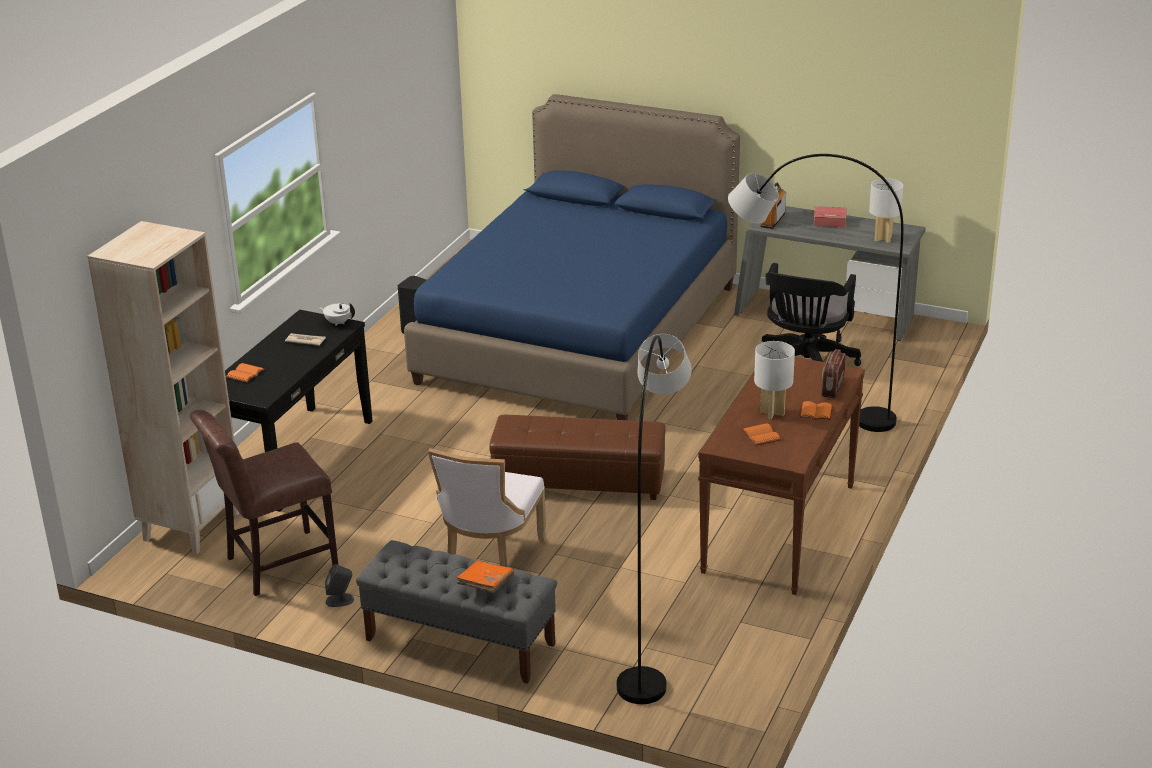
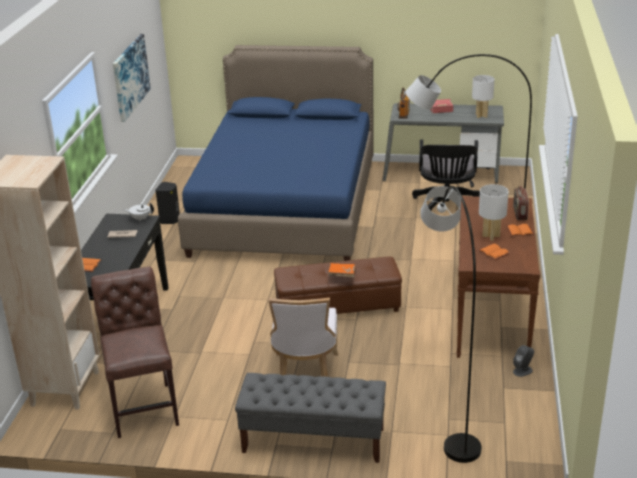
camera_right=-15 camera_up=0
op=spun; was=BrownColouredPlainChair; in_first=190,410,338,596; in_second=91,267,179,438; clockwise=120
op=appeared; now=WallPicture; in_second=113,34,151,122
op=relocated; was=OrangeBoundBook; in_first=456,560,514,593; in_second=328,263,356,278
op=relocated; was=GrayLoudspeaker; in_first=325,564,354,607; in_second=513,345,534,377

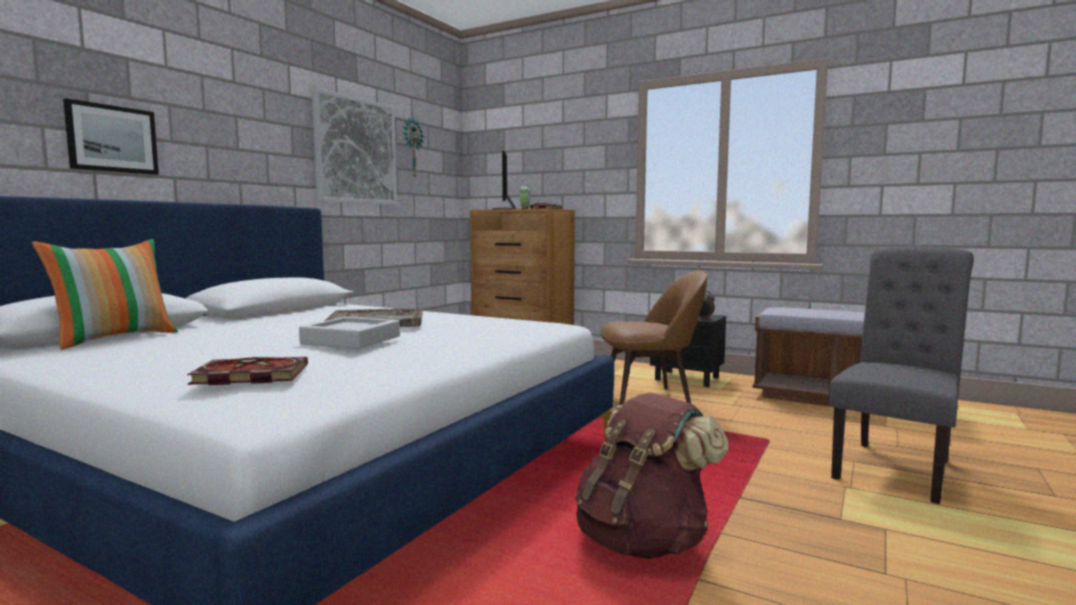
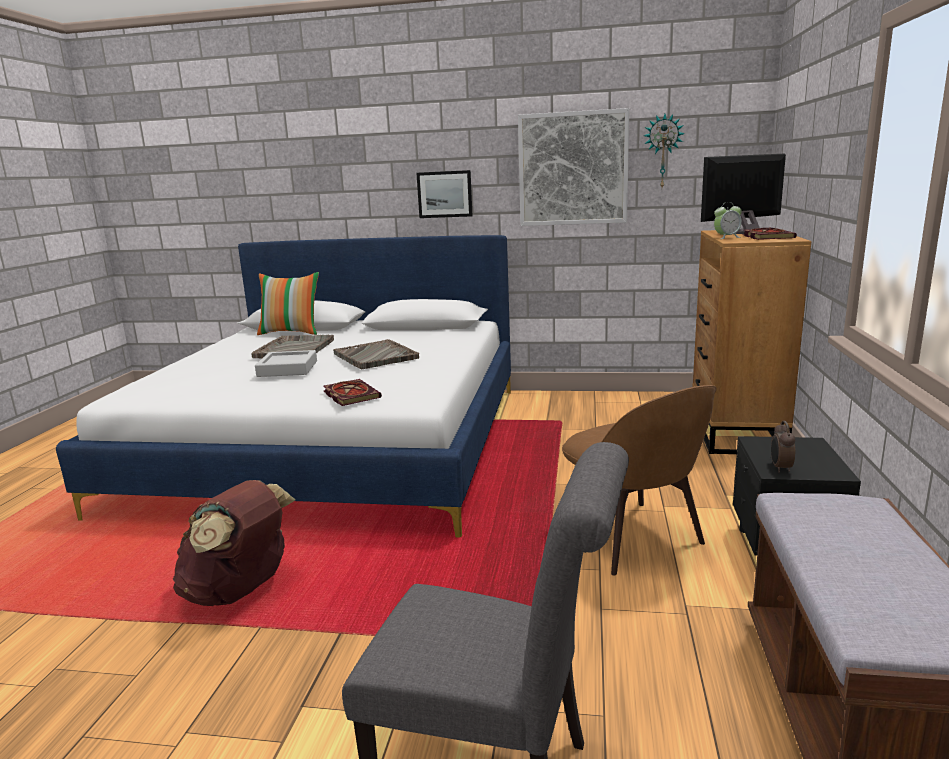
camera_right=70 camera_up=10
op=appeared; now=GrayCarryingTray; in_second=251,335,334,358
op=relocated; was=BoundBook; in_first=187,357,308,385; in_second=323,379,382,406
op=relocated; was=WallPicture; in_first=63,98,159,175; in_second=416,170,473,218

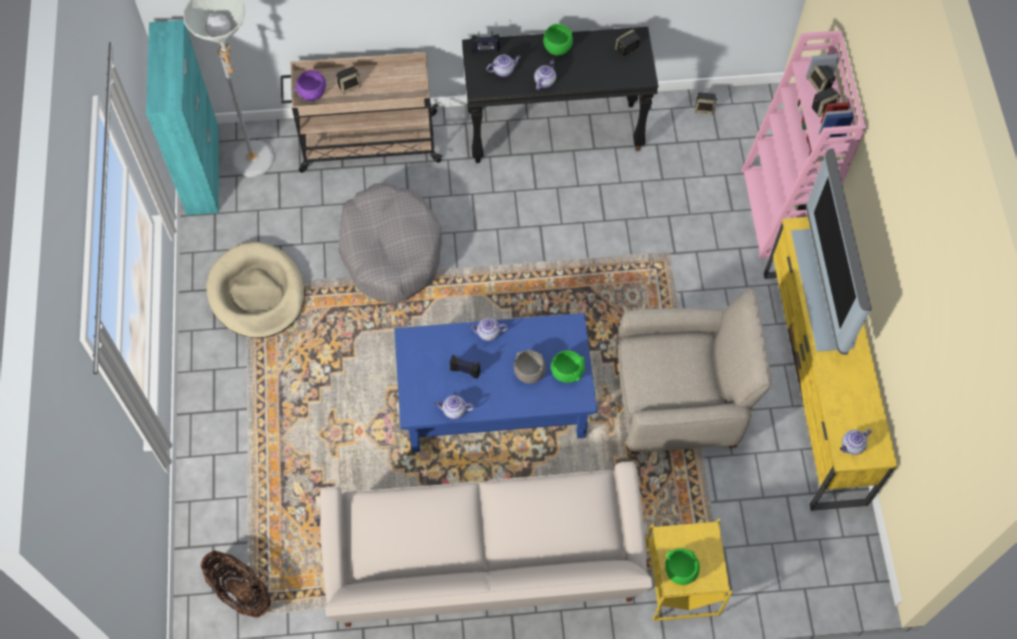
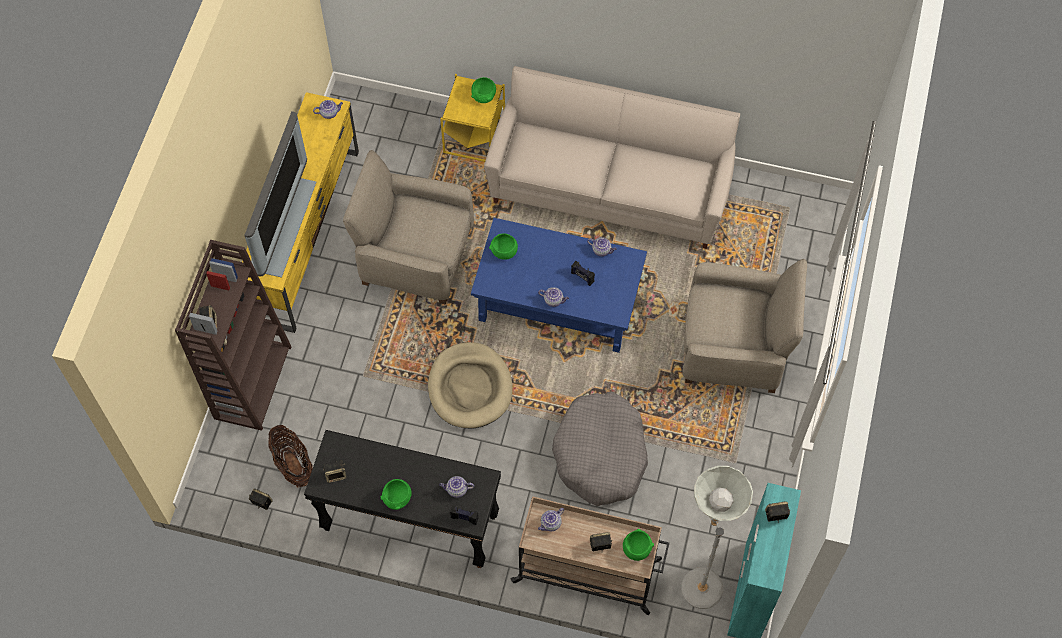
camera_right=-160 camera_up=0
op=colour; was=PinkColouredBookcase; now=BrownColouredBookcase; in_first=741,30,866,258; in_second=175,240,291,431
op=relocated; was=HouseholdBasket; in_first=201,550,271,618; in_second=268,425,312,488
op=relocated; was=BeigeDogCushion; in_first=207,242,305,338; in_second=428,342,513,429
op=relocated; was=Teapot; in_first=534,59,556,90; in_second=538,508,564,531
op=colour; was=PurplishServingBowl; now=GreenServingBowl; in_first=295,70,326,101; in_second=623,529,654,561
op=appeared; now=BeigeLoungeChair; in_second=682,259,807,393
op=relocated; was=Loudspeaker; in_first=812,87,840,117; in_second=765,502,790,523
op=missing; was=GrayServingBowl; in_first=514,350,546,384

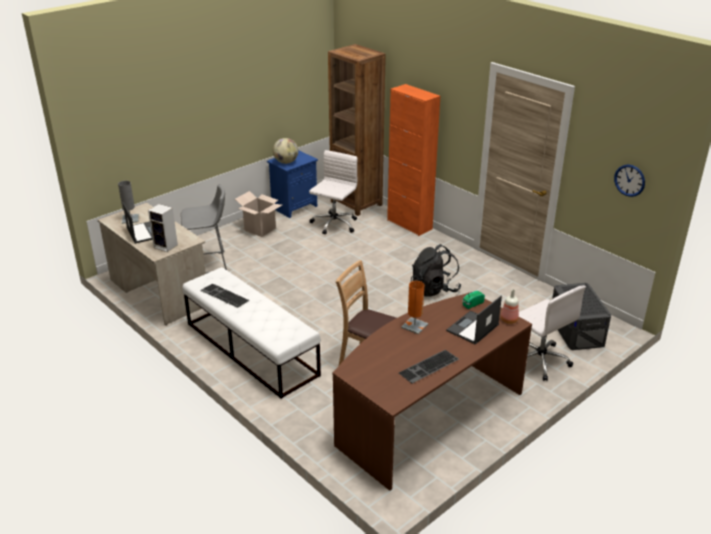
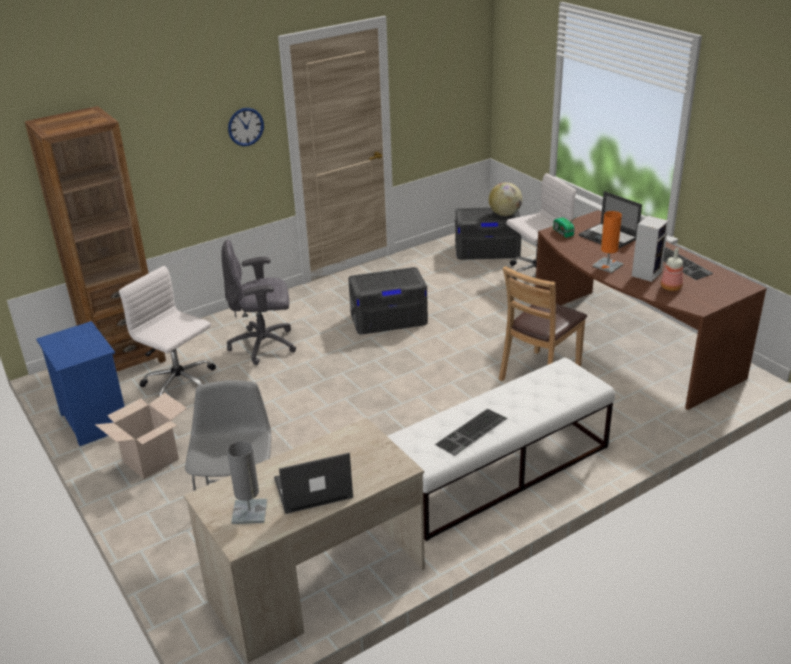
camera_right=-80 camera_up=0
op=appeared; now=GrayOfficeChair; in_second=221,240,296,365
op=relocated; was=HangingClock; in_first=614,164,645,197; in_second=228,108,264,146
op=exchanged; was=BlackKnapsack; now=GrayStorageContainer; in_first=411,244,461,296; in_second=348,267,428,335
op=relocated; was=Globe; in_first=273,138,298,164; in_second=489,182,522,216
op=relocated; was=Loudspeaker; in_first=148,204,178,252; in_second=632,216,669,282
op=relocated; was=BeverageBottle; in_first=501,289,519,324; in_second=661,248,683,291
op=missing; was=OrangeCabinet; in_first=387,84,440,236

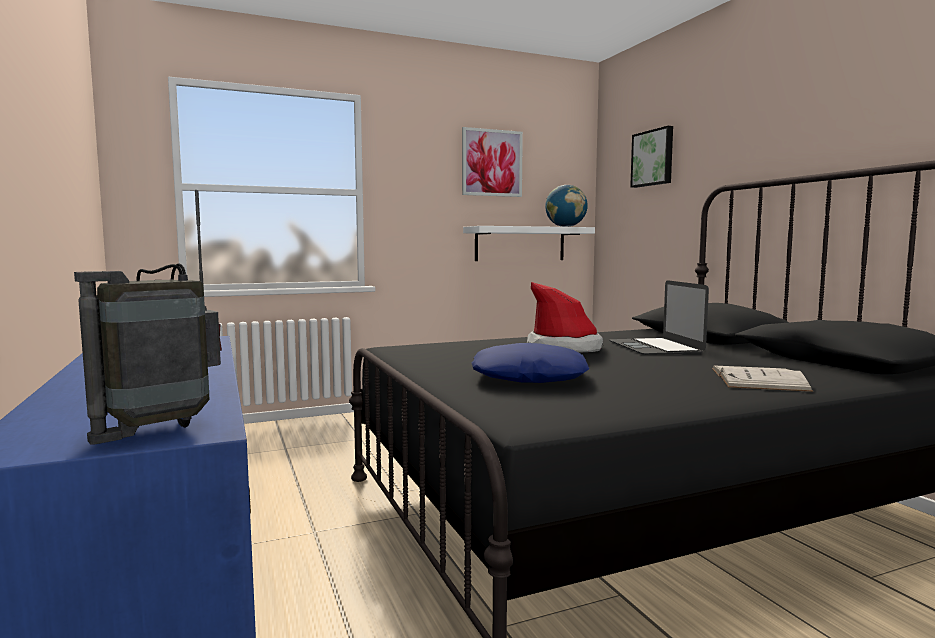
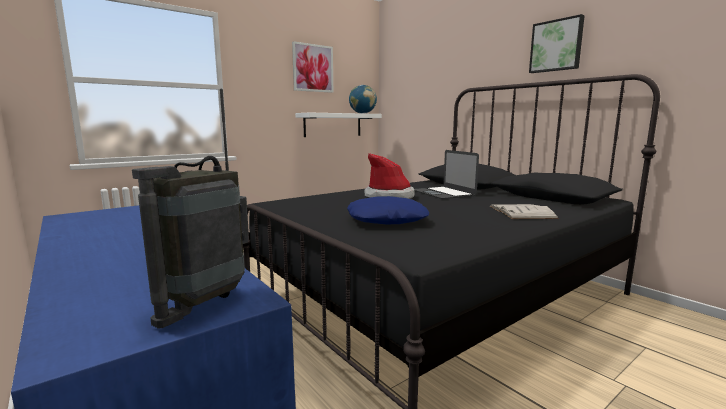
camera_right=-15 camera_up=5
op=relocated; was=WallPicture; in_first=630,126,673,188; in_second=529,14,585,73

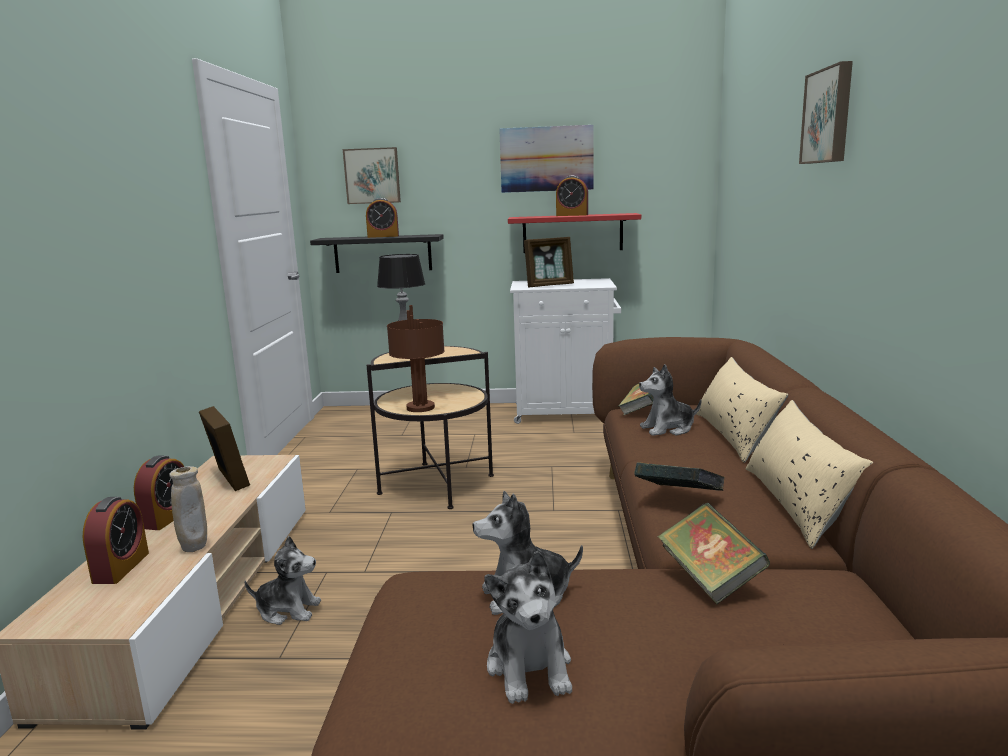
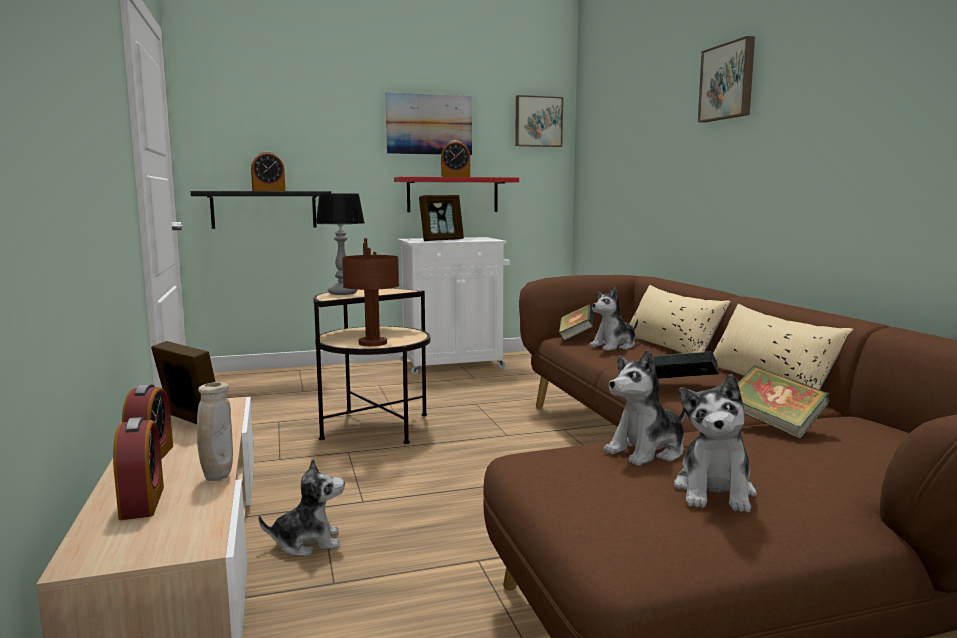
camera_right=-20 camera_up=-5
op=relocated; was=WallPicture; in_first=343,147,401,204; in_second=515,95,563,147
op=spun; was=CuddlyToy; in_first=484,551,572,704; in_second=674,374,757,513; clockwise=45

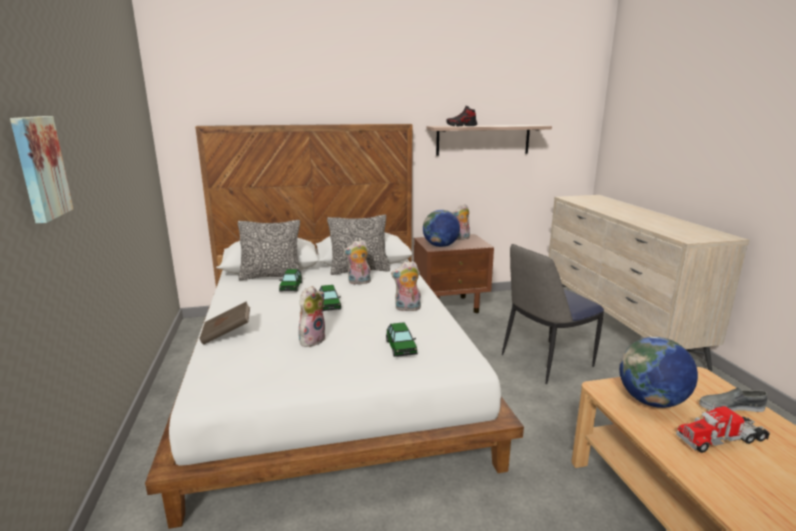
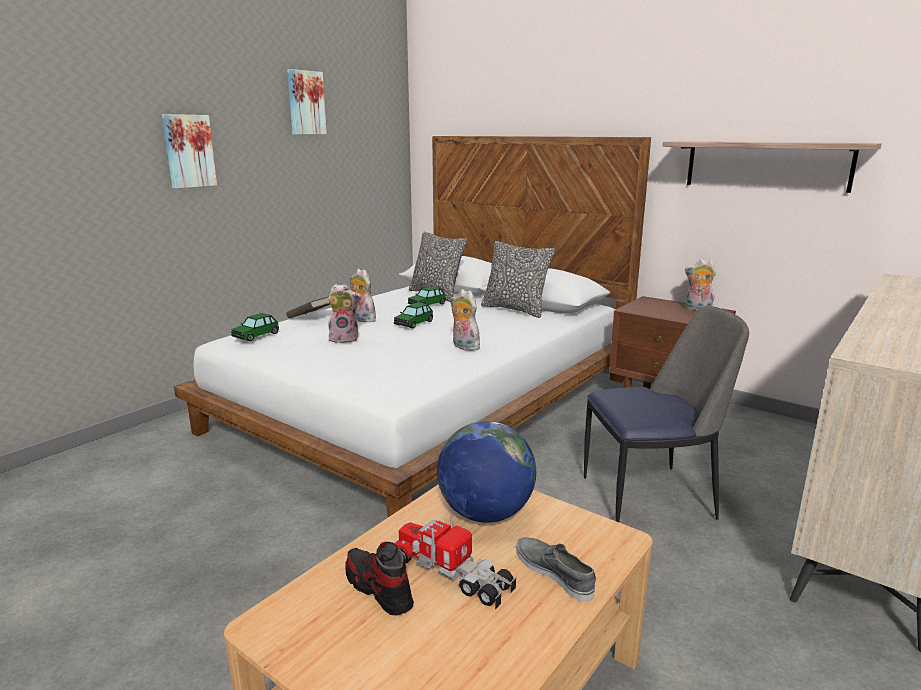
camera_right=50 camera_up=0
op=relocated; was=ModelCar; in_first=386,322,418,357; in_second=231,313,279,341
op=appeared; now=WallPicture; in_second=287,69,327,135
op=relocated; was=LowShoe; in_first=446,106,477,126; in_second=346,541,414,615
op=relocated; was=CuddlyToy; in_first=343,240,371,284; in_second=350,269,376,322
op=spun; was=PlainChair; in_first=502,244,604,384; in_second=584,306,749,522; clockwise=150
op=missing; was=Globe; in_first=423,210,460,247

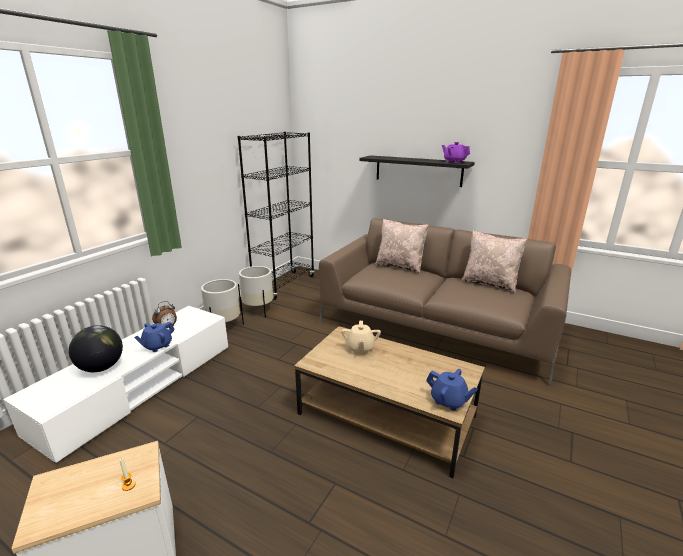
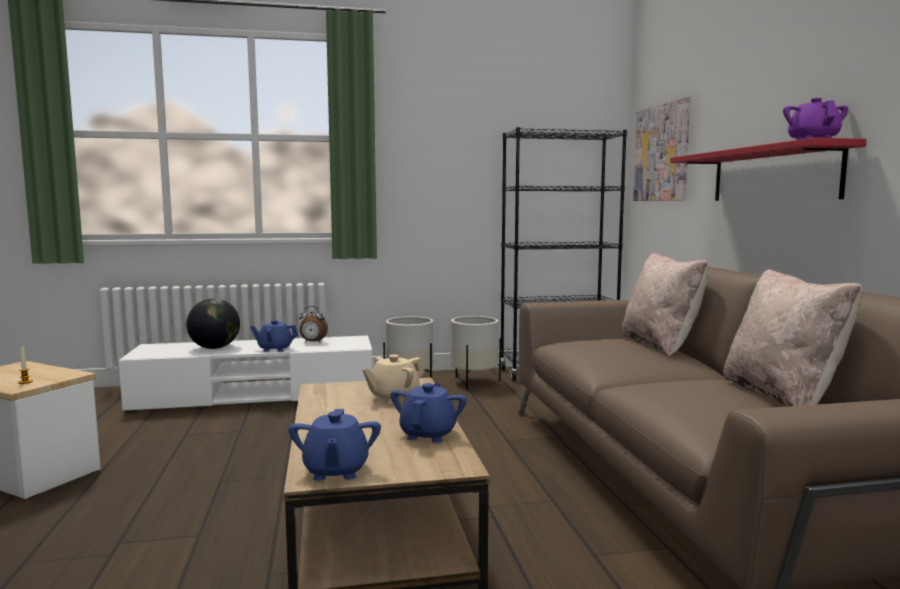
camera_right=50 camera_up=-15
op=appeared; now=BluishTeapot; in_second=391,383,467,443
op=appeared; now=WallPicture; in_second=633,97,691,201
op=colour; was=BlackShelf; now=RedColouredShelf; in_first=359,155,475,187; in_second=670,138,867,201

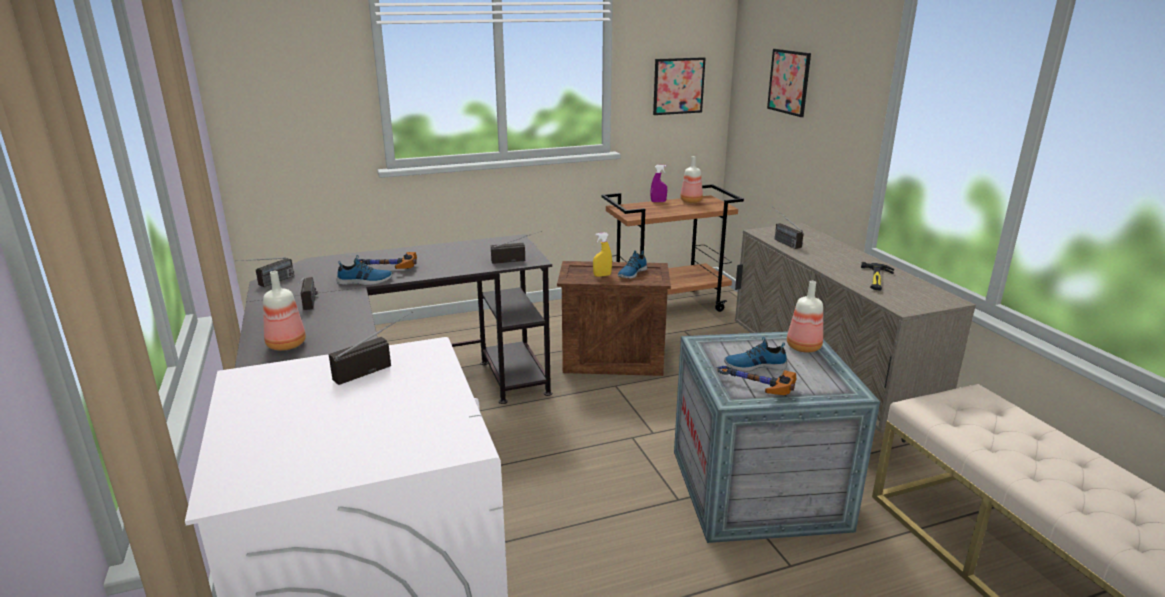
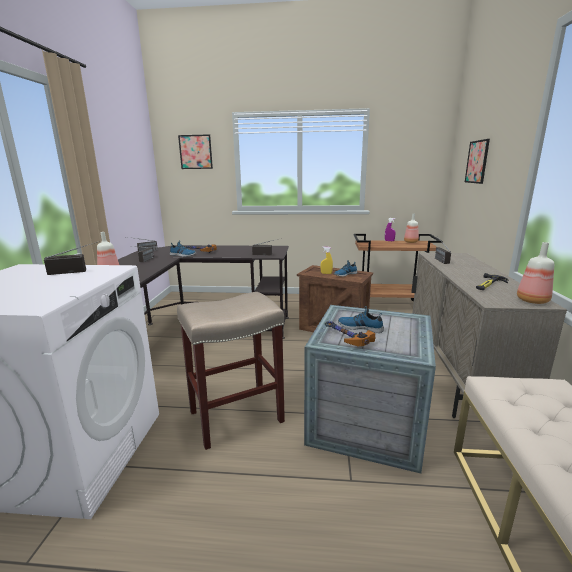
camera_right=25 camera_up=-5
op=appeared; now=BeigeStoolSeat; in_second=177,292,285,450
op=relocated; was=WallPicture; in_first=653,57,706,115; in_second=178,134,213,169
op=relocated; was=BeverageBottle; in_first=787,281,823,353; in_second=517,242,554,304

